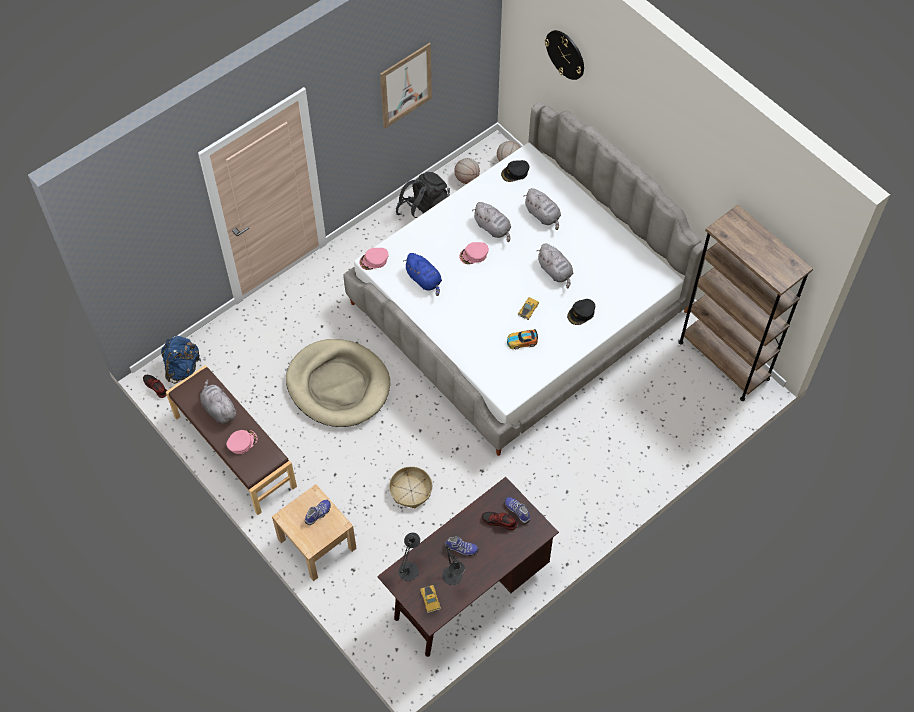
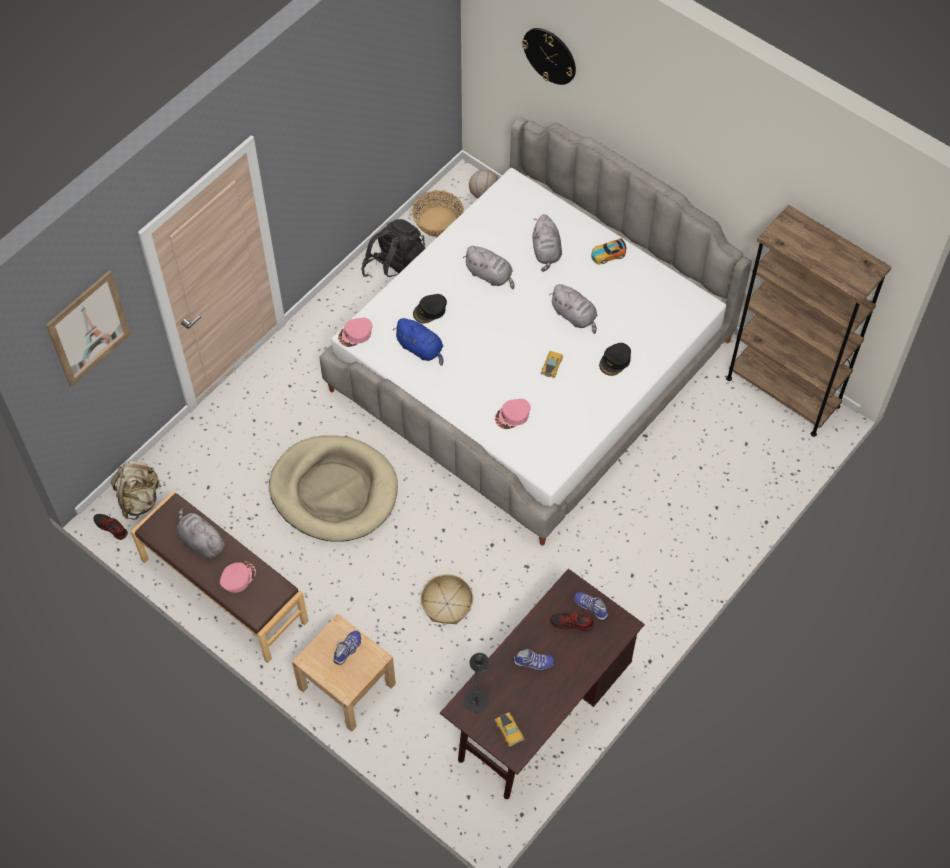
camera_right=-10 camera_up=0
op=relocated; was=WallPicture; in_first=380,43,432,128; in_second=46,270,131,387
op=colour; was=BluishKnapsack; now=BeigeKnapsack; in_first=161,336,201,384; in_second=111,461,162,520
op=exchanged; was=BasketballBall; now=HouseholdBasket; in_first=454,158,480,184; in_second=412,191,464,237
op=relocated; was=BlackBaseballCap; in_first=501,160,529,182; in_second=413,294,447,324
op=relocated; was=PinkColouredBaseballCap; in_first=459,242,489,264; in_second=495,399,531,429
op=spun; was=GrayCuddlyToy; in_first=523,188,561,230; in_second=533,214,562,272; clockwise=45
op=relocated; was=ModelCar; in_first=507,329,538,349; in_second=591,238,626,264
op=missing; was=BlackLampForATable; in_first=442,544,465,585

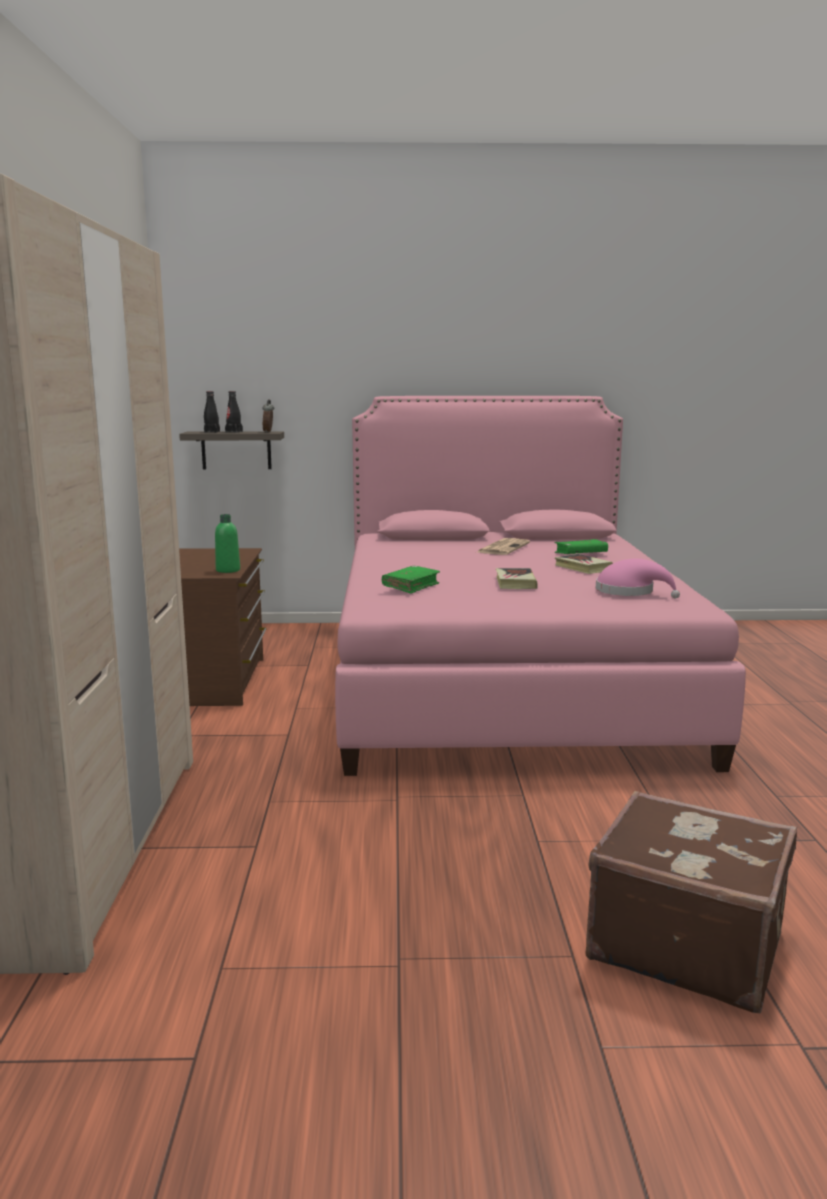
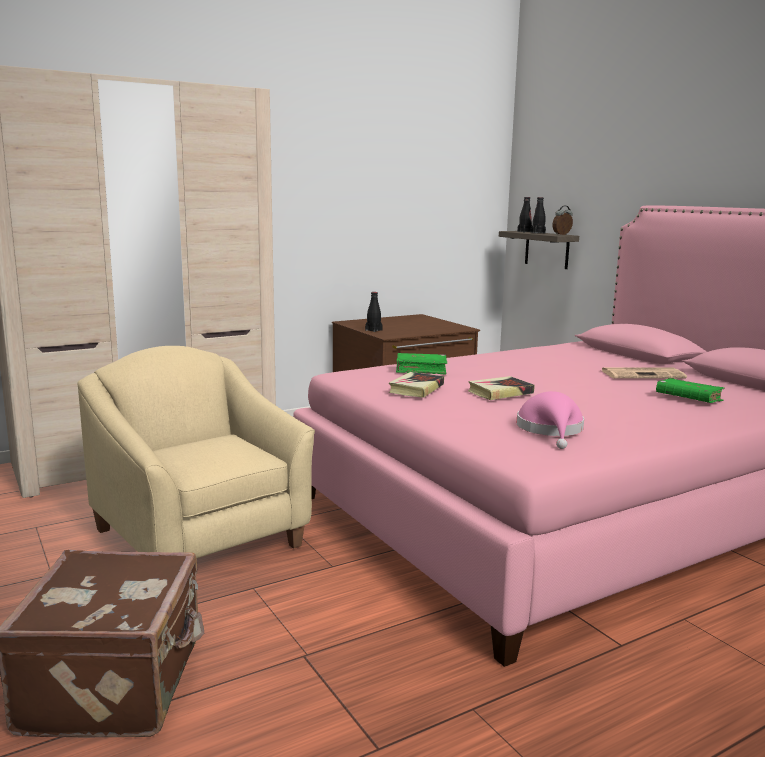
camera_right=60 camera_up=0
op=appeared; now=BeigeLoungeChair; in_second=77,346,315,558
op=appeared; now=BlackBeverageBottle; in_second=365,292,383,332
op=relocated; was=BoundBook; in_first=555,554,613,574; in_second=389,372,444,398
op=missing; was=GreenBeverageBottle; in_first=215,514,240,573

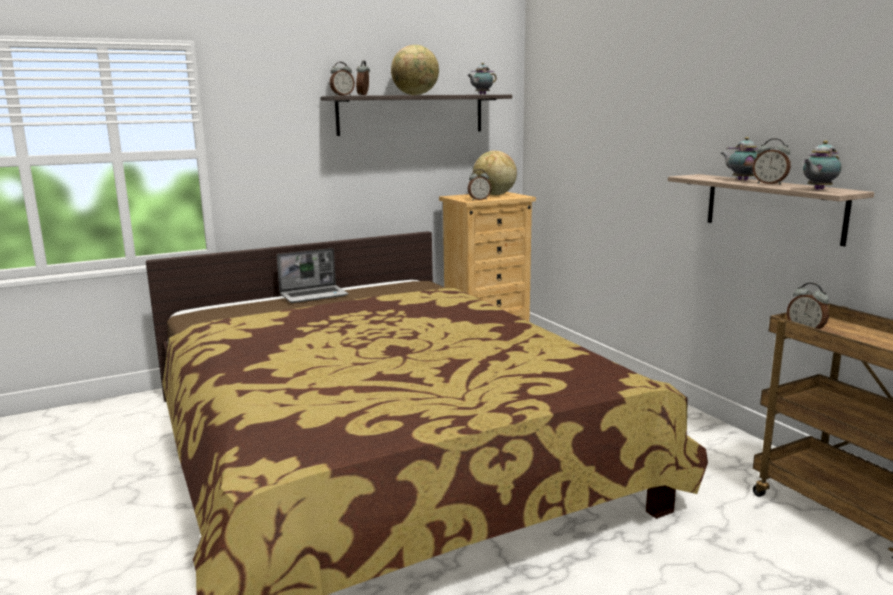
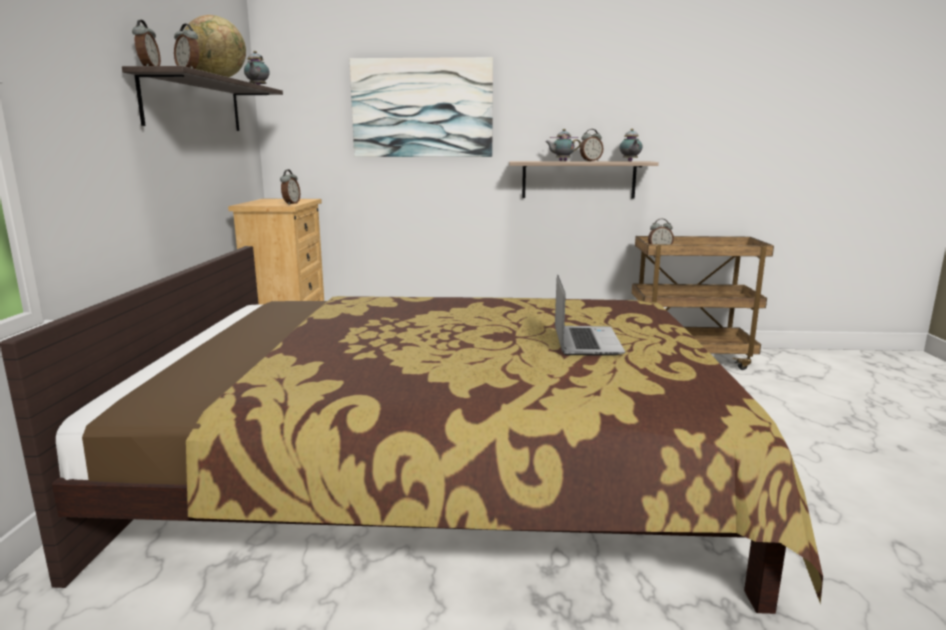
camera_right=-60 camera_up=0
op=appeared; now=WallPicture; in_second=350,57,493,157
op=relocated; was=NotebookComputer; in_first=277,248,348,303; in_second=555,275,625,356
op=missing; was=Globe; in_first=473,151,517,195

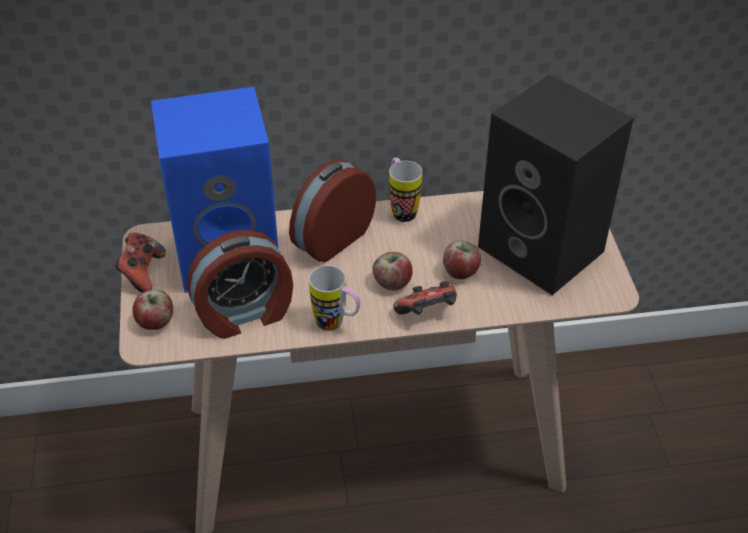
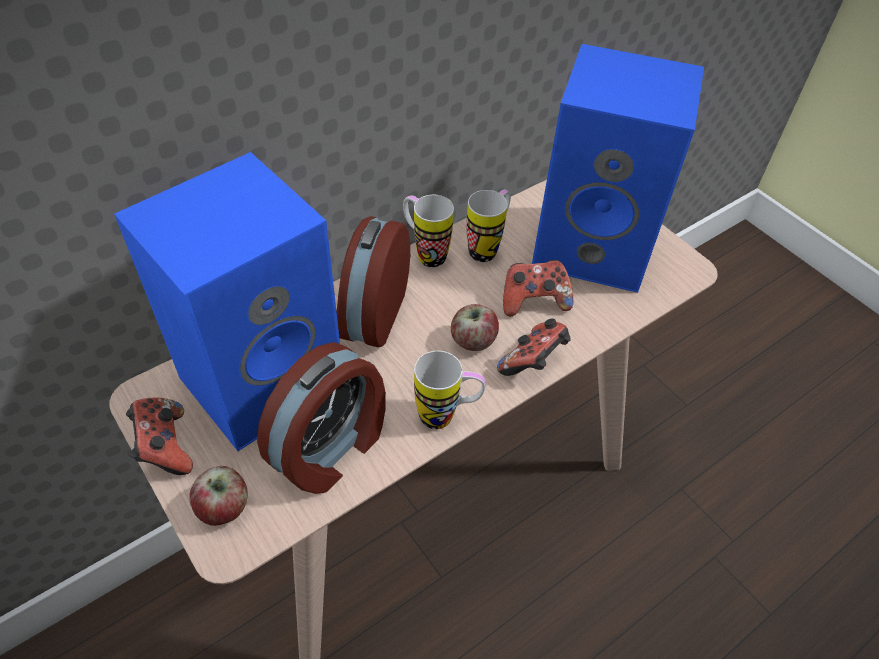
camera_right=-30 camera_up=5
op=appeared; now=CoffeeMug; in_second=467,190,511,262
op=exchanged; was=WholeApple; now=GameController; in_first=443,241,481,279; in_second=503,260,573,316
op=colour; was=BlackLoudspeaker; now=BluishLoudspeaker; in_first=478,74,634,295; in_second=532,44,704,293

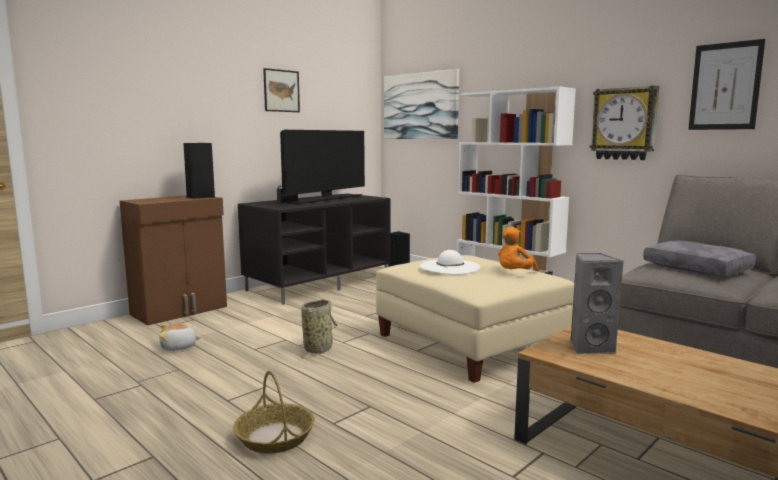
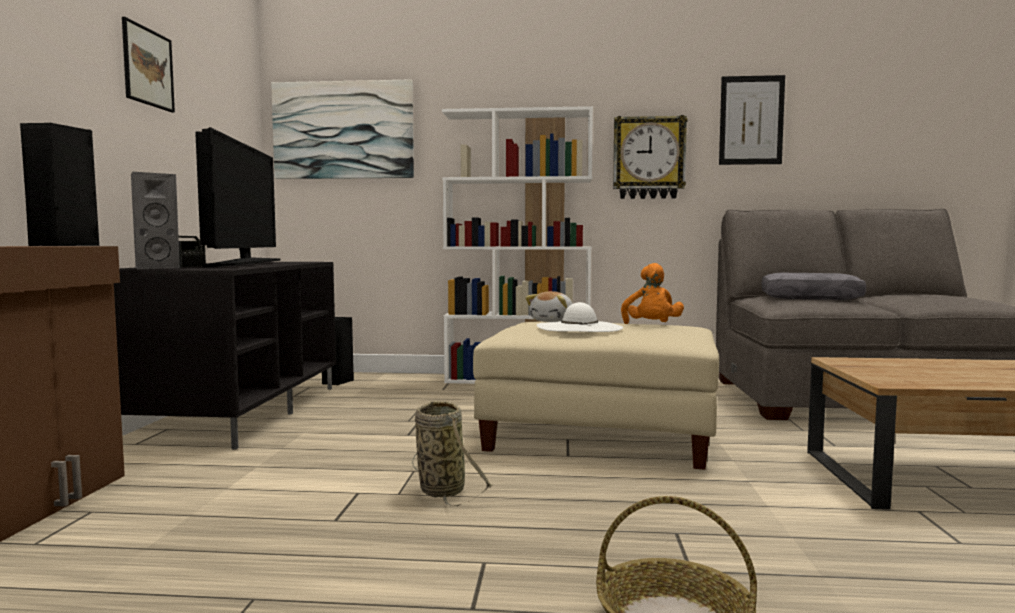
camera_right=-40 camera_up=-5
op=relocated; was=GrayLoudspeaker; in_first=571,253,624,354; in_second=131,172,180,269
op=relocated; was=CuddlyToy; in_first=159,324,202,351; in_second=525,291,573,322

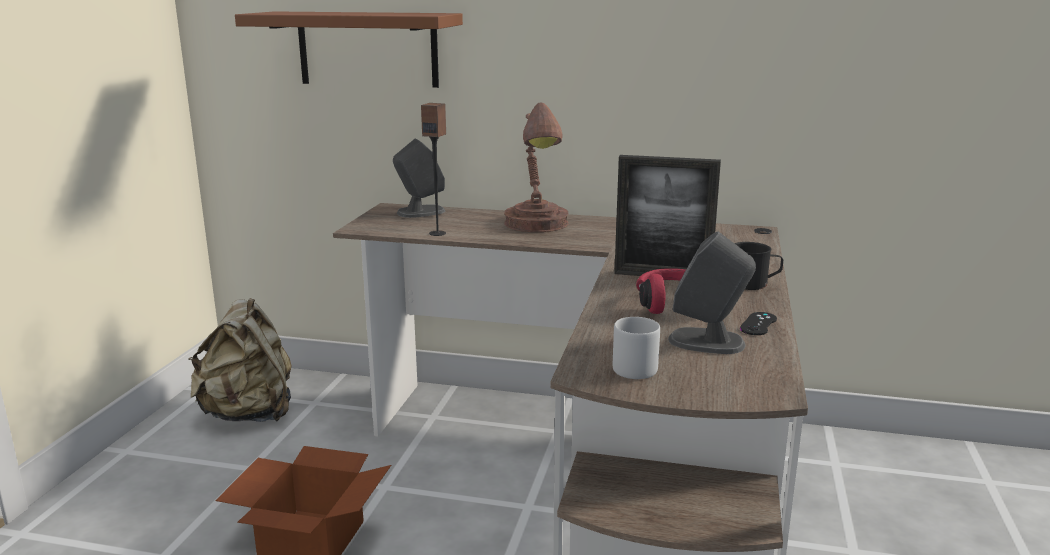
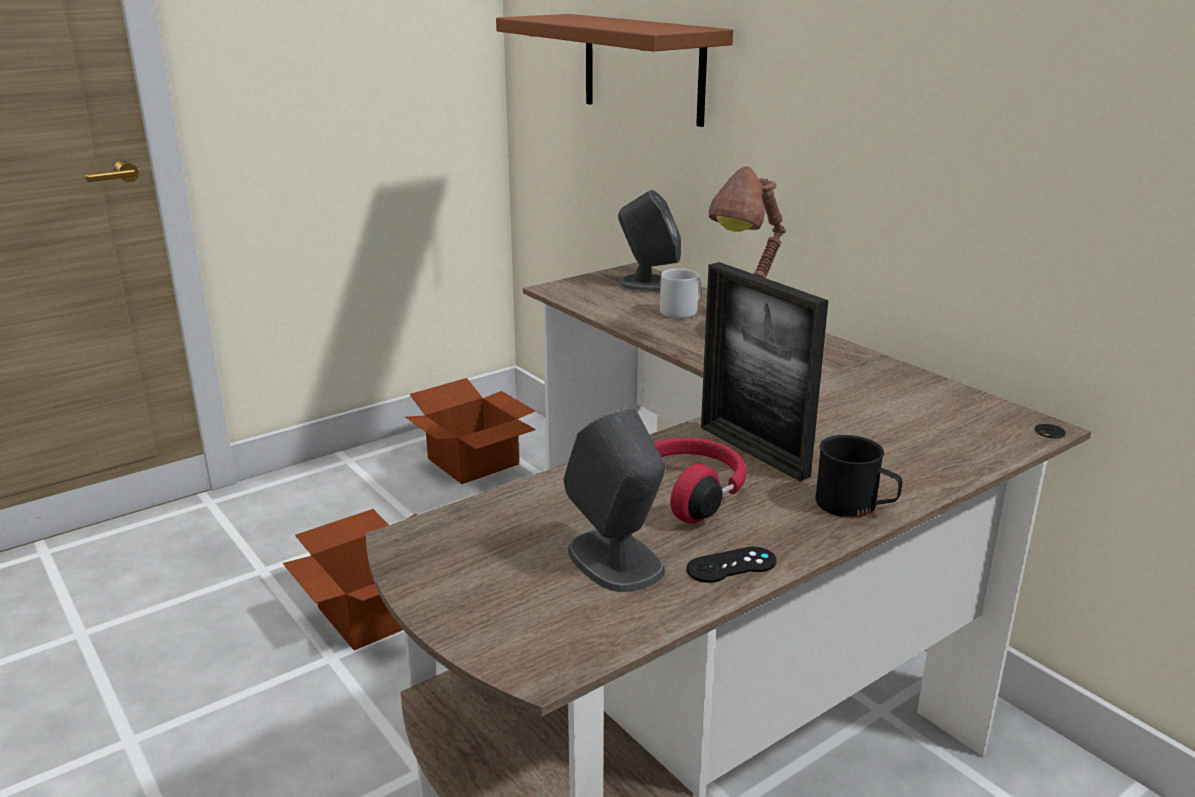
camera_right=40 camera_up=5
op=exchanged; was=BeigeKnapsack; now=CardboardBox; in_first=188,298,292,422; in_second=405,378,536,484
op=relocated; was=GrayCoffeeMug; in_first=613,317,660,379; in_second=660,269,702,318
op=missing; was=Loudspeaker; in_first=421,103,446,236

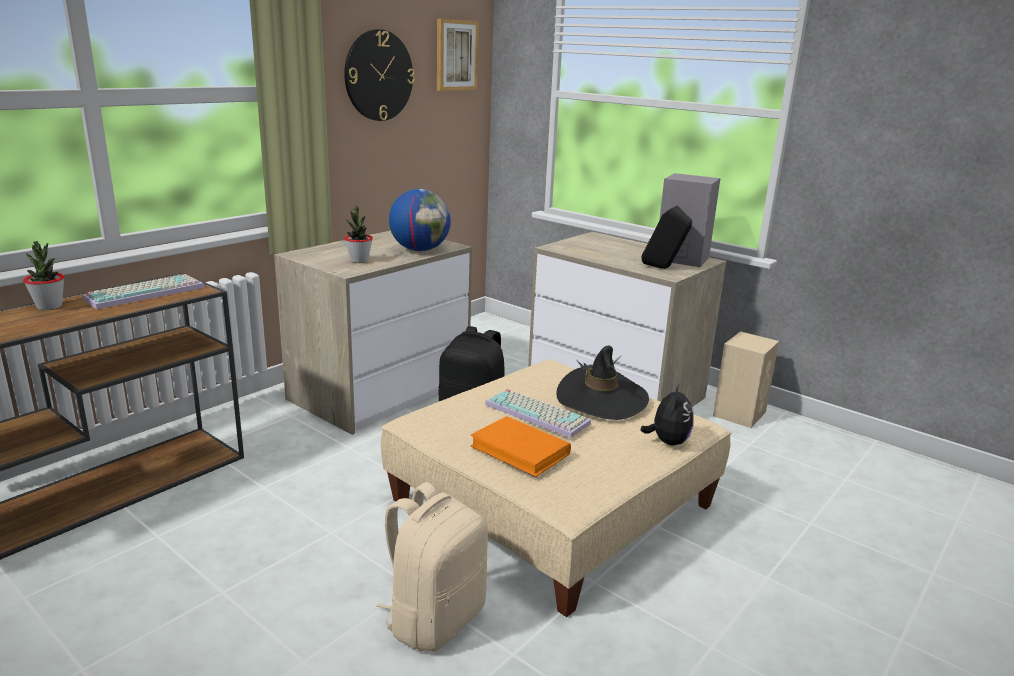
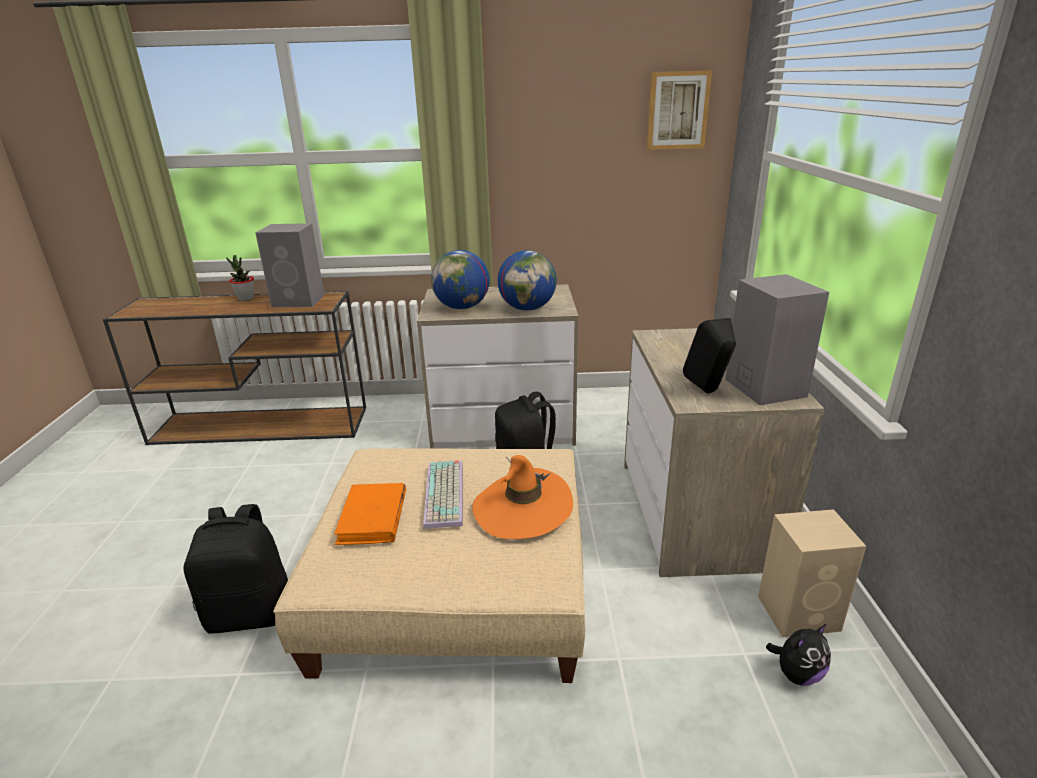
camera_right=50 camera_up=5
op=colour; was=BeigeKnapsack; now=BlackKnapsack; in_first=376,482,488,652; in_second=184,504,288,634
op=exchanged; was=PcKeyboard; now=GrayLoudspeaker; in_first=83,274,205,309; in_second=255,223,324,307
op=exchanged; was=PottedPlant; now=Globe; in_first=344,205,373,263; in_second=431,250,490,309
op=colour; was=BlackWearableHat; now=OrangeWearableHat; in_first=556,346,649,420; in_second=472,455,573,539
op=relocated; was=CuddlyToy; in_first=640,383,694,445; in_second=766,624,831,686
op=missing; was=HangingClock; in_first=344,29,415,121

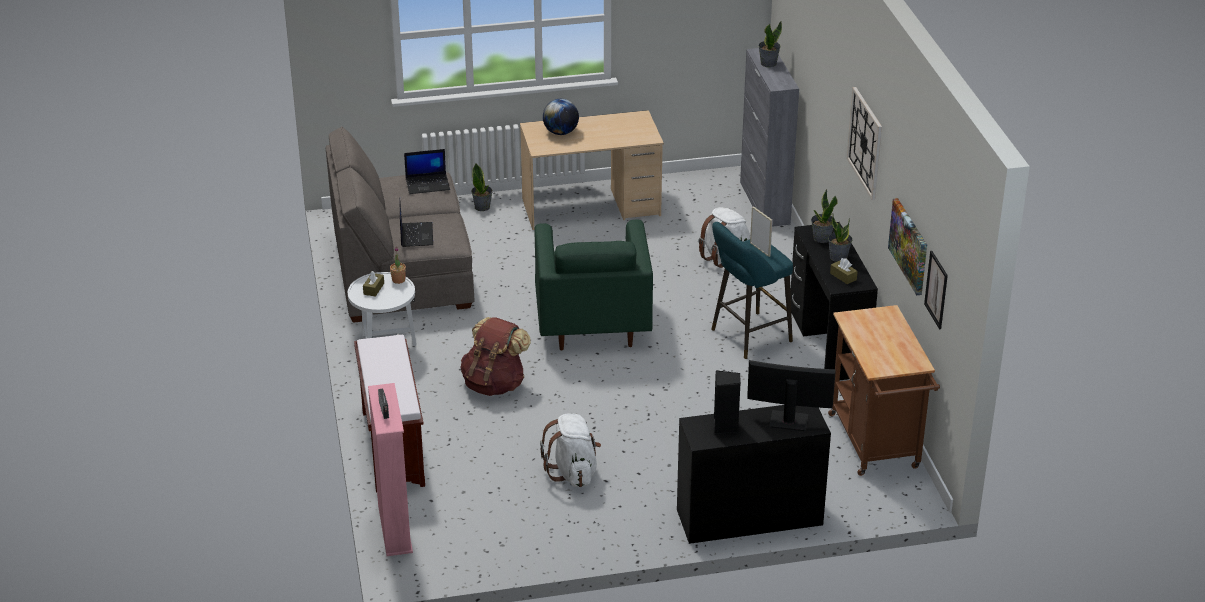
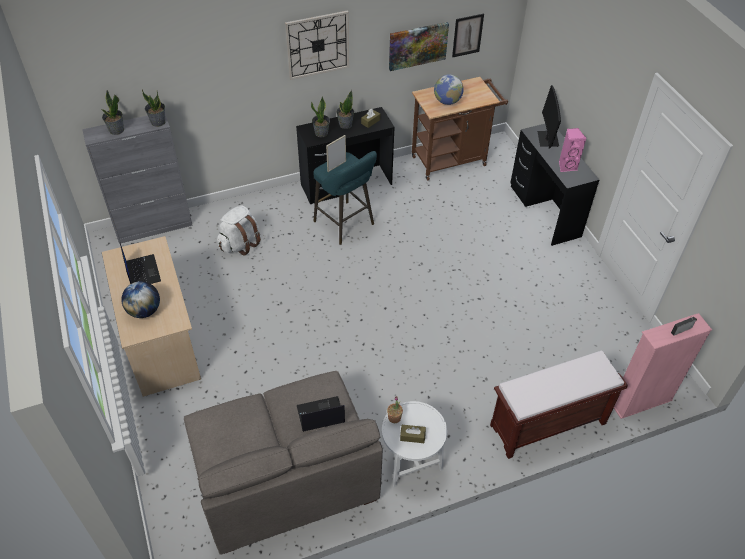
camera_right=-100 camera_up=15
op=relocated; was=NotebookComputer; in_first=404,149,450,194; in_second=120,243,161,284
op=relocated; was=PottedPlant; in_first=471,164,493,211; in_second=142,90,165,127
op=appeared; now=Globe; in_second=434,75,464,105
op=colour; was=BlackLoudspeaker; now=PinkColouredLoudspeaker; in_first=714,370,741,435; in_second=559,128,586,172
op=missing; was=BrownColouredKnapsack; in_first=460,317,531,396
op=missing; was=GreenLoungeChair; in_first=534,219,653,350
op=missing; was=WhiteColouredKnapsack; in_first=540,414,601,487

